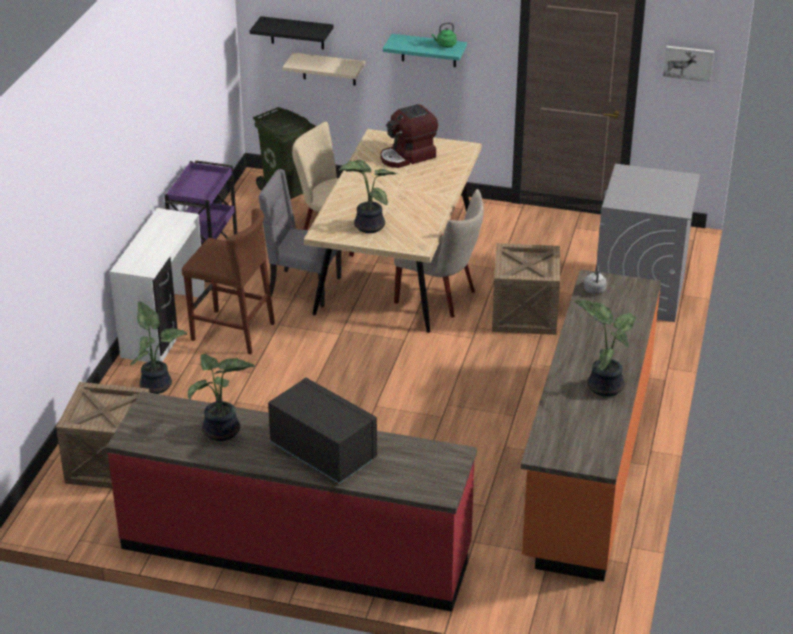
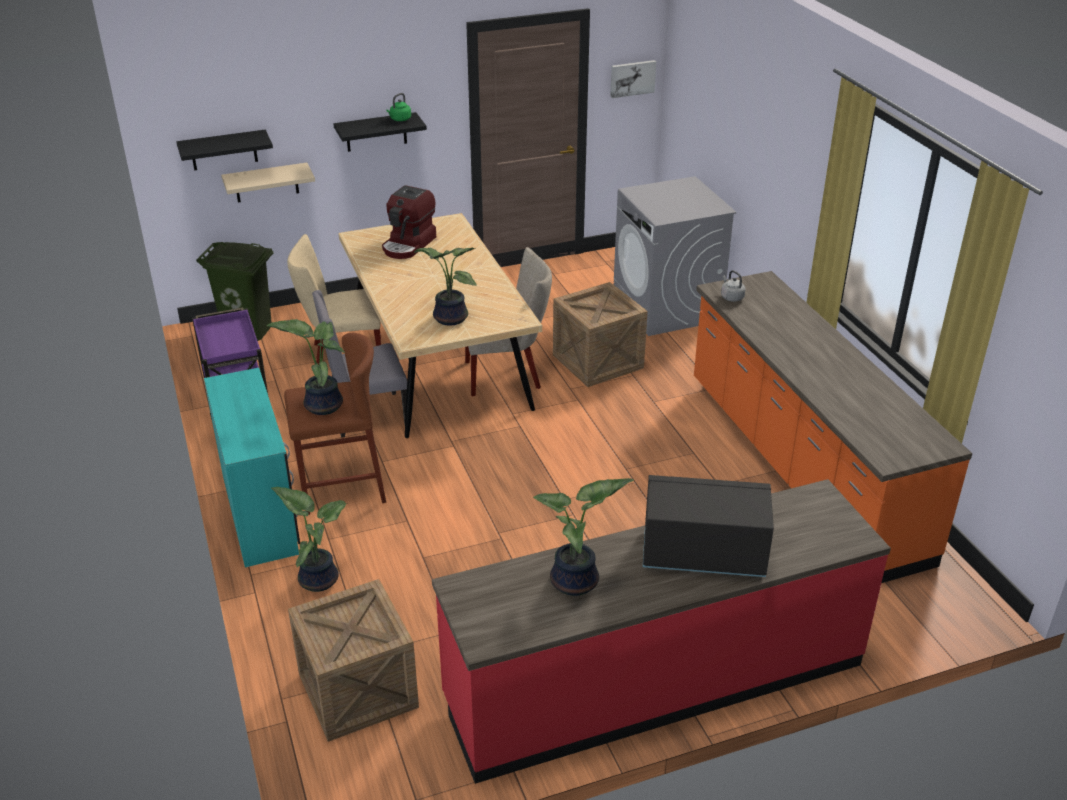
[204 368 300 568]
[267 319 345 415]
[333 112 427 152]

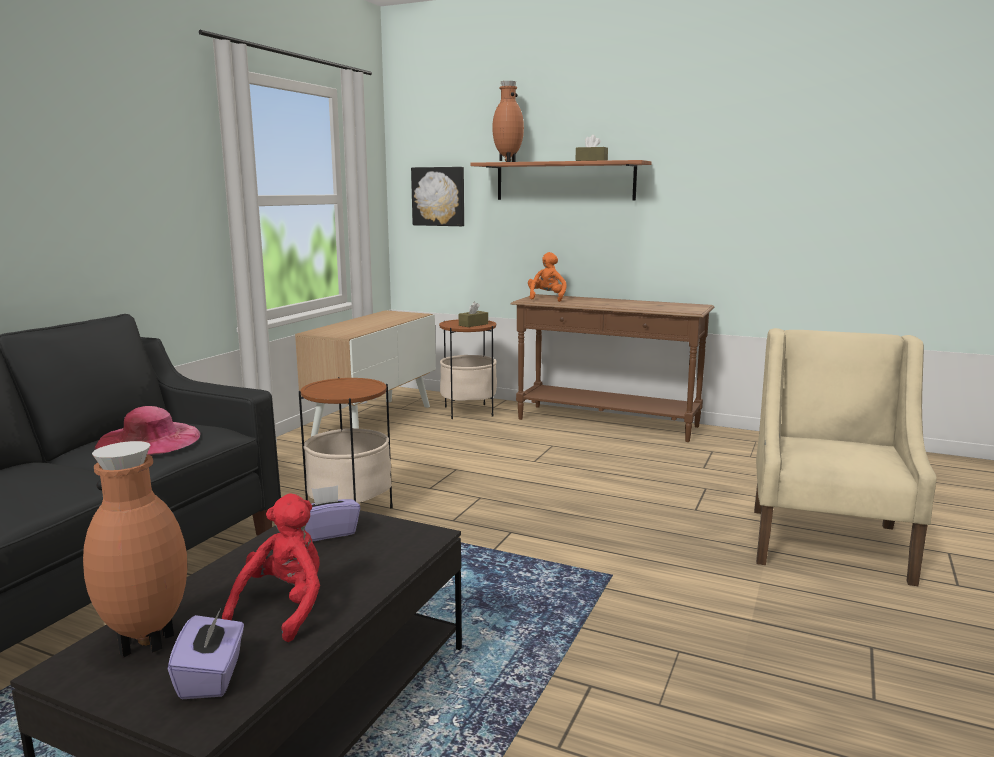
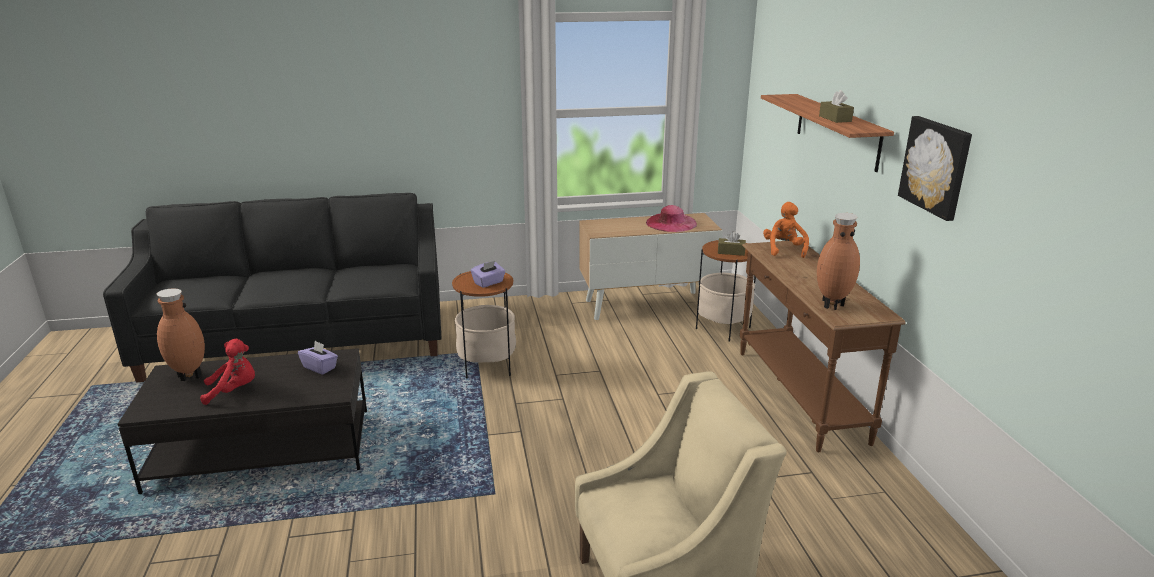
[471 261 506 288]
[646 205 697 232]
[763 202 809 258]
[817 213 860 310]
[898 116 972 221]

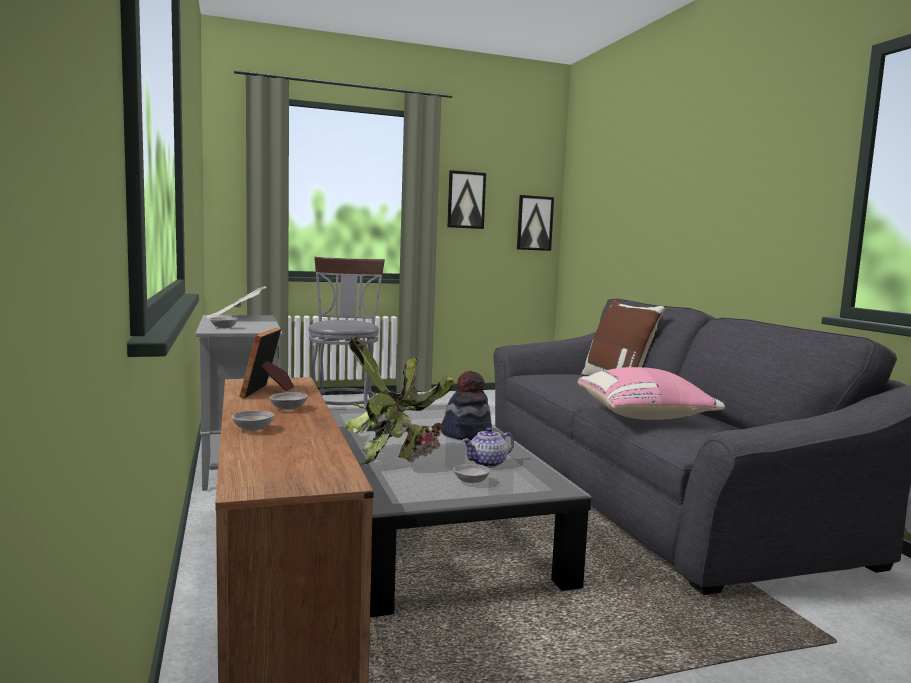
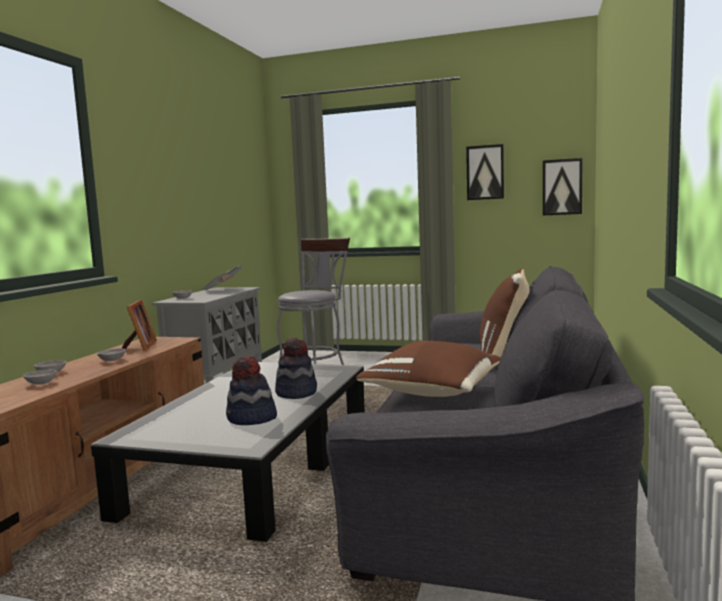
[23 369 57 385]
[122 300 157 351]
[226 357 277 425]
[356 341 501 397]
[345 337 455 465] (first image)

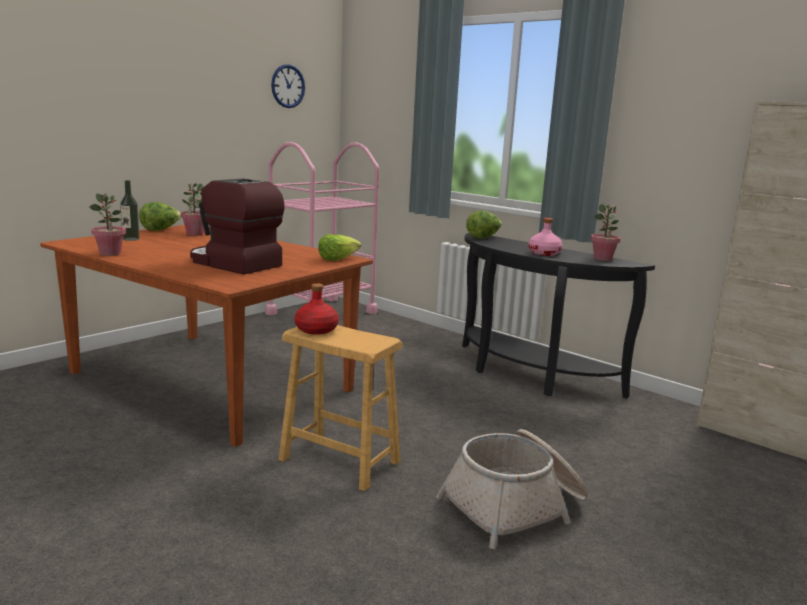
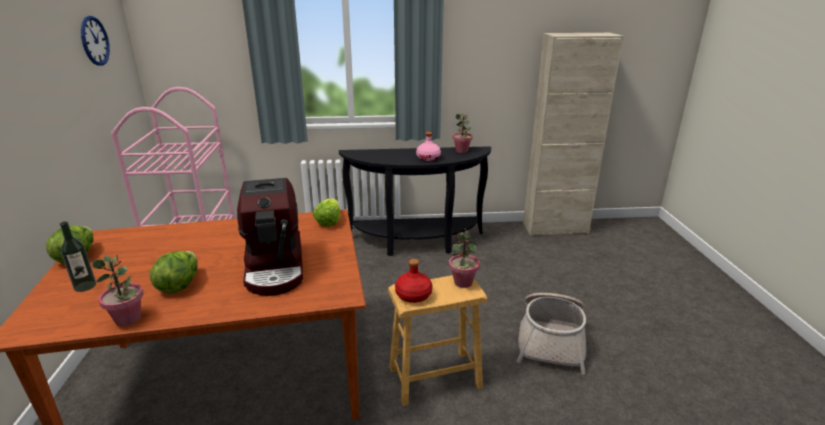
[150 251 198 294]
[237 178 303 296]
[449 229 480 288]

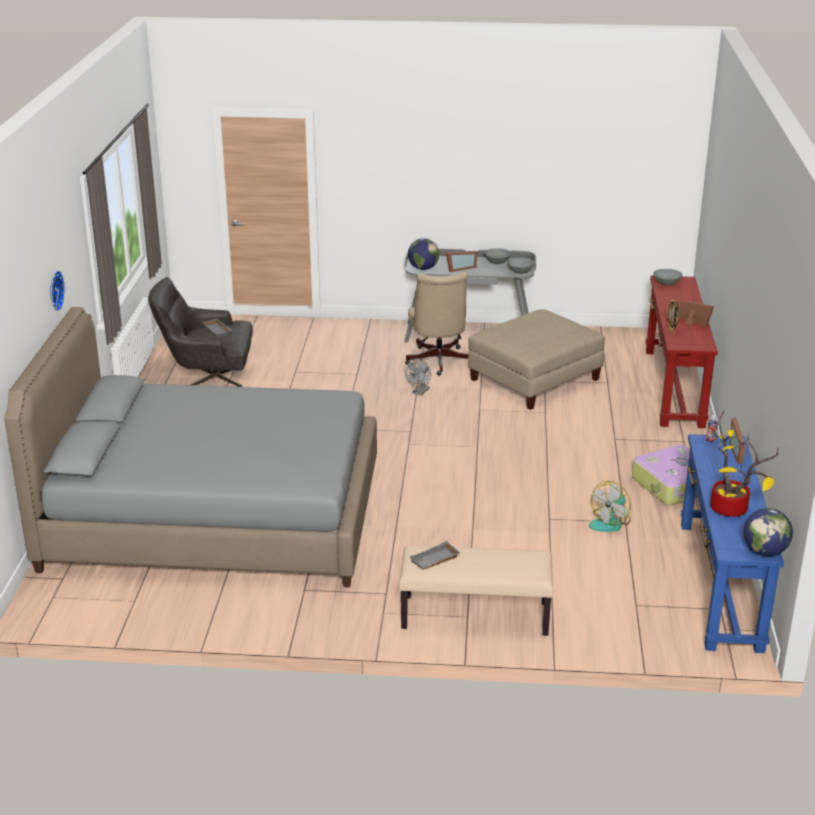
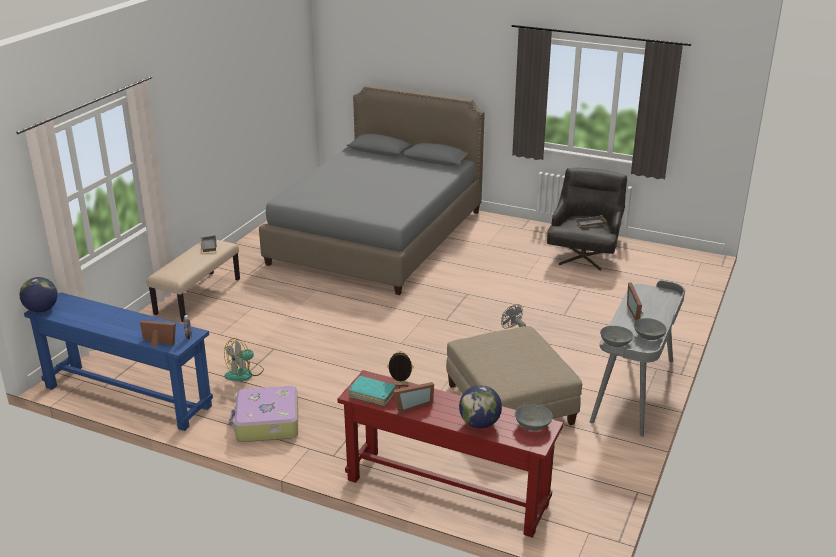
[224 338 264 381]
[349 376 396 406]
[459 385 502 428]
[50 271 65 311] (first image)
[405 272 468 376] (first image)
[710 411 779 517] (first image)

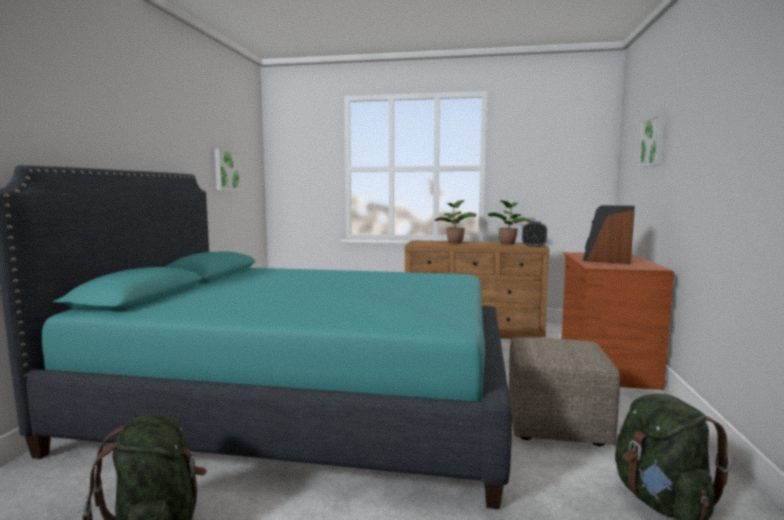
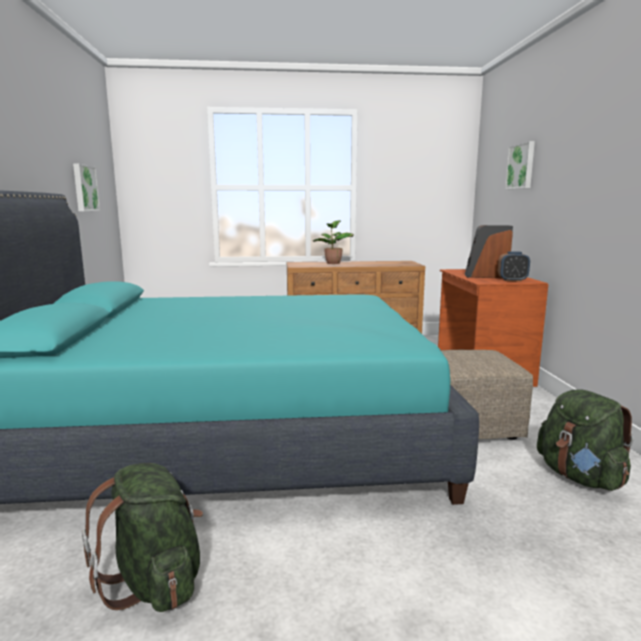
[498 252 530 281]
[487 201 531 244] (first image)

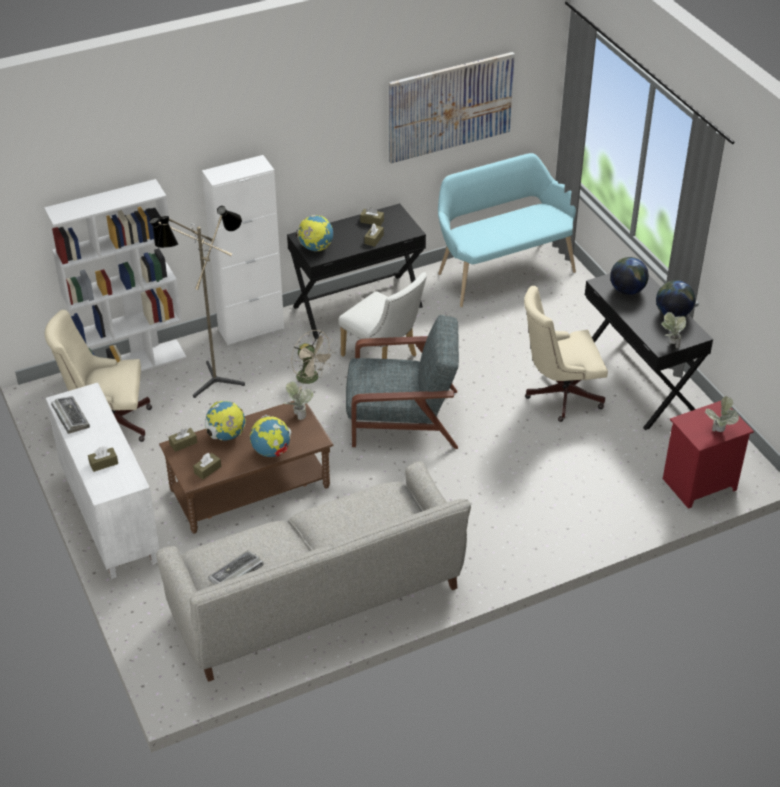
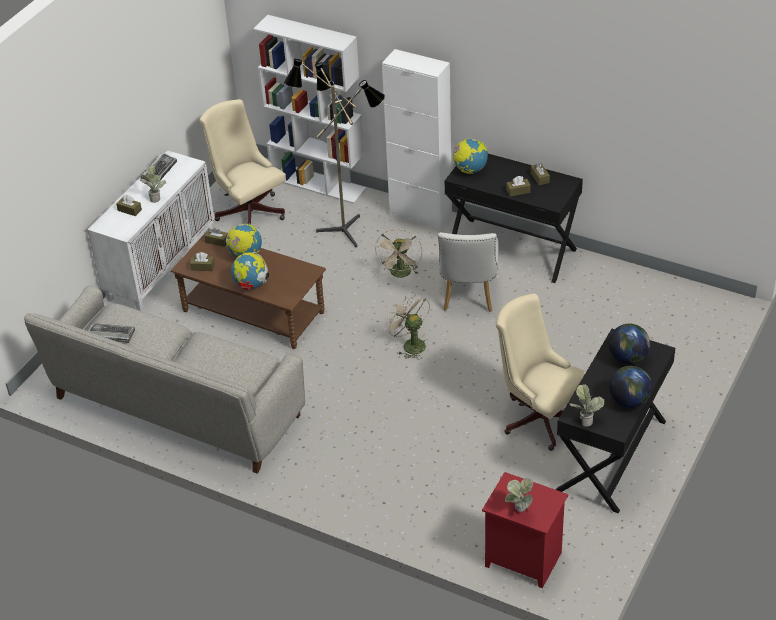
[140 166 166 203]
[385 293 430 359]
[389 52 515 164] (first image)
[438 153 576 307] (first image)

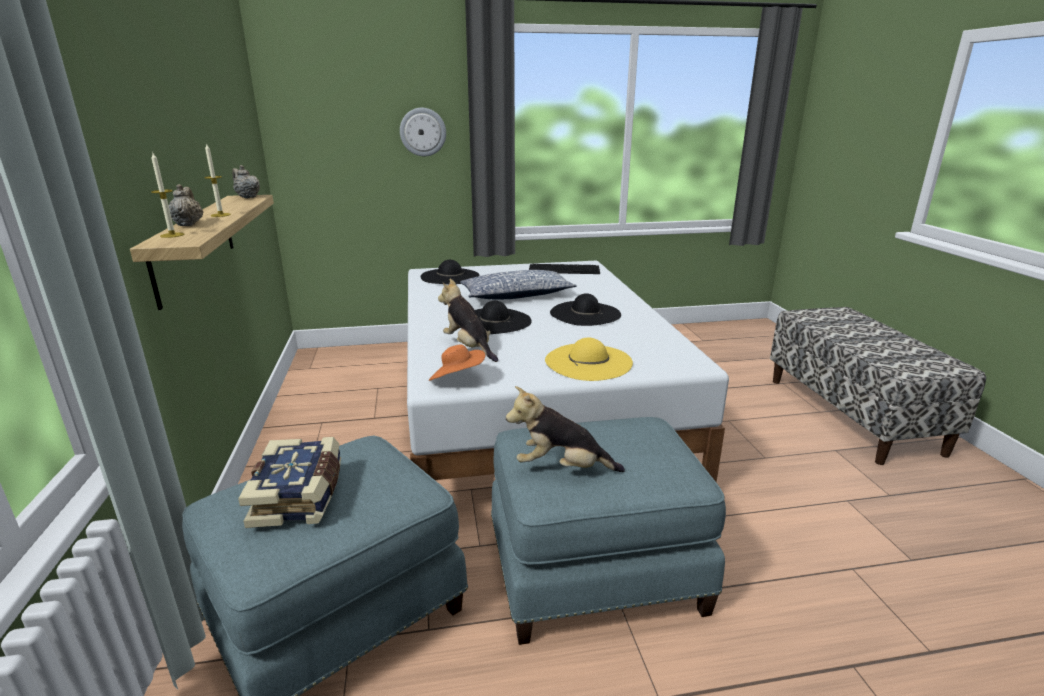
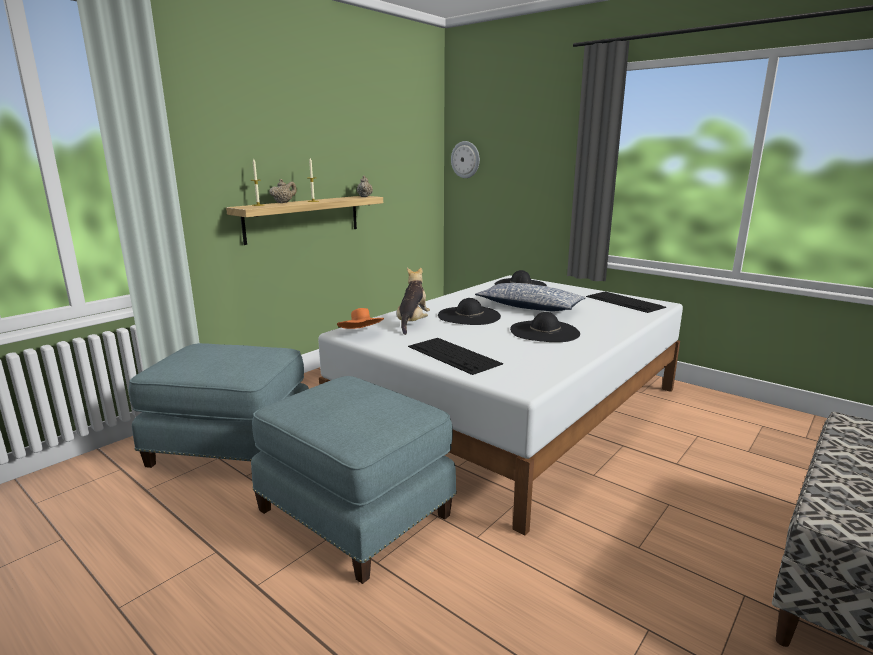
[408 338 503 375]
[451 141 480 178]
[238 437 341 528] (first image)
[506 386 625 472] (first image)

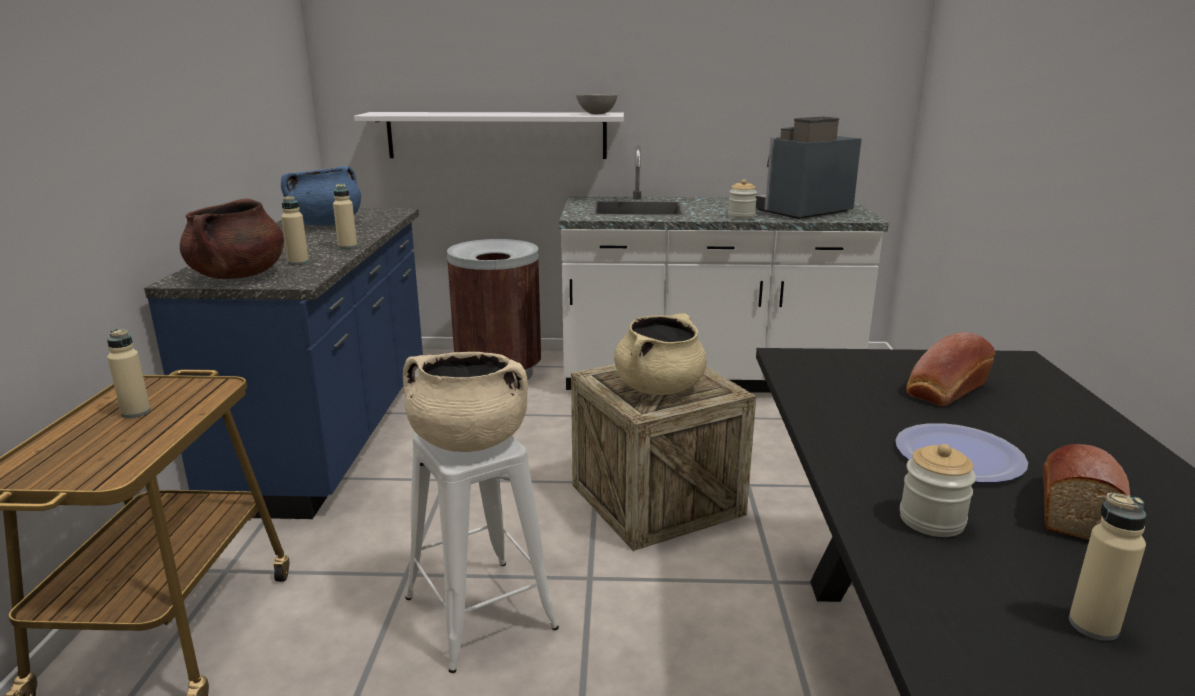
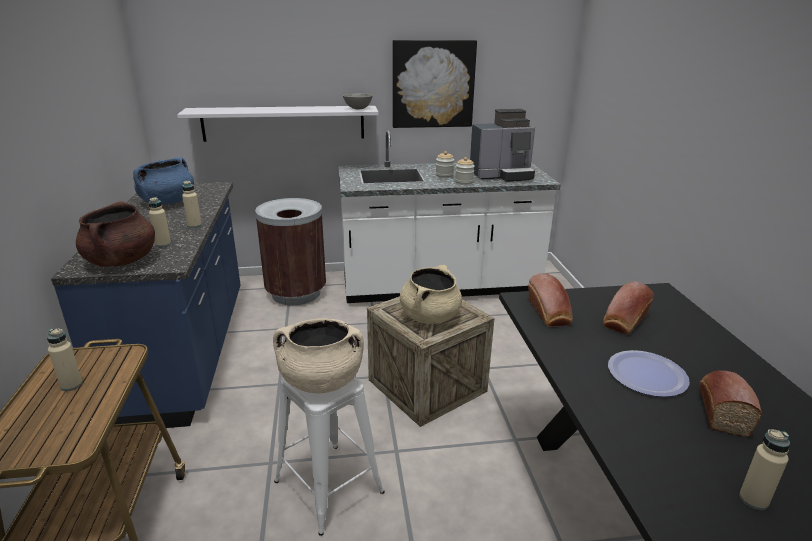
[392 40 477 128]
[436 151 454 178]
[470 109 535 182]
[528 273 573 327]

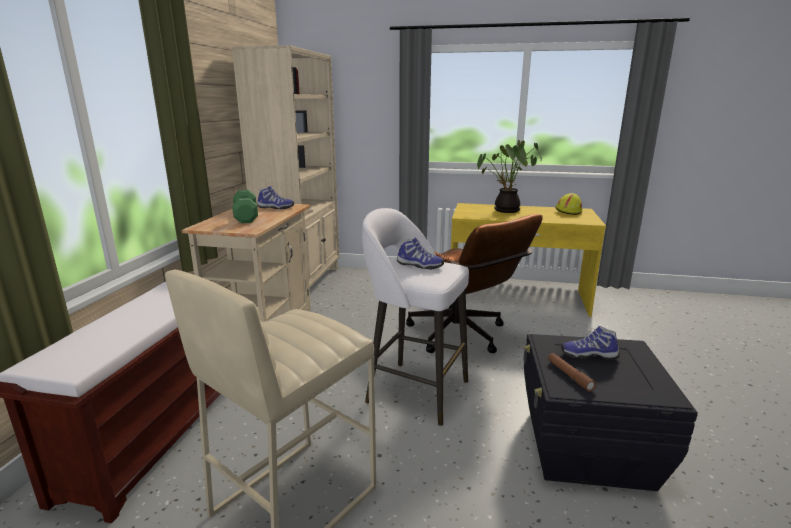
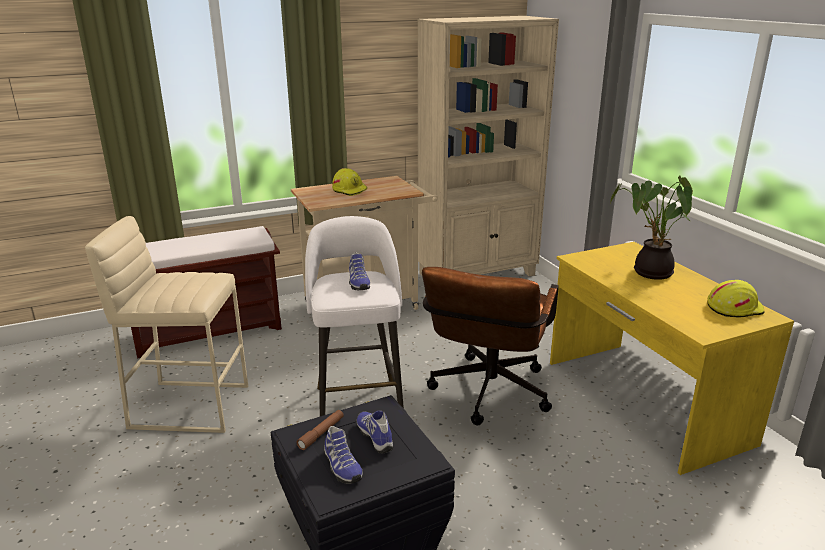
[324 426 363 484]
[332 168 367 196]

